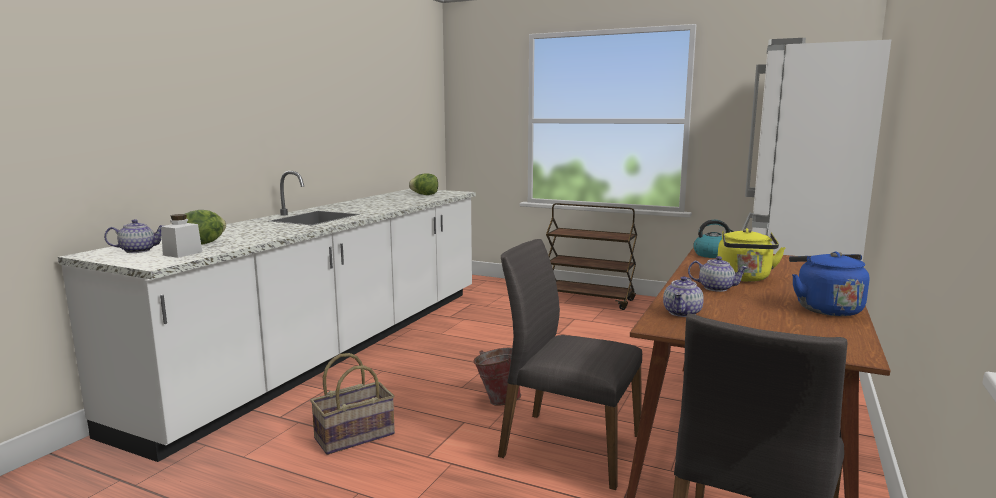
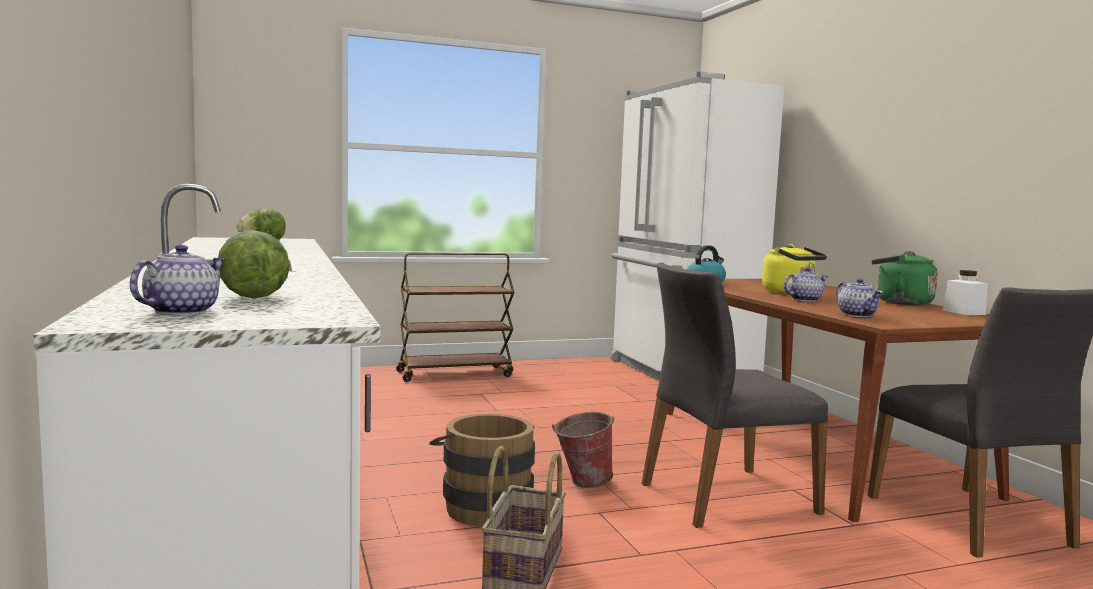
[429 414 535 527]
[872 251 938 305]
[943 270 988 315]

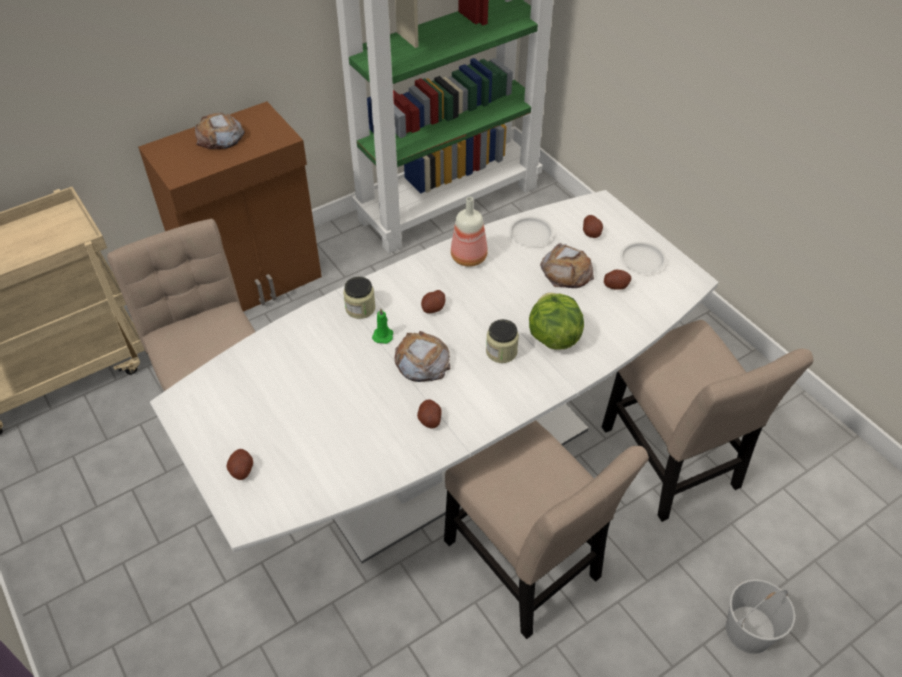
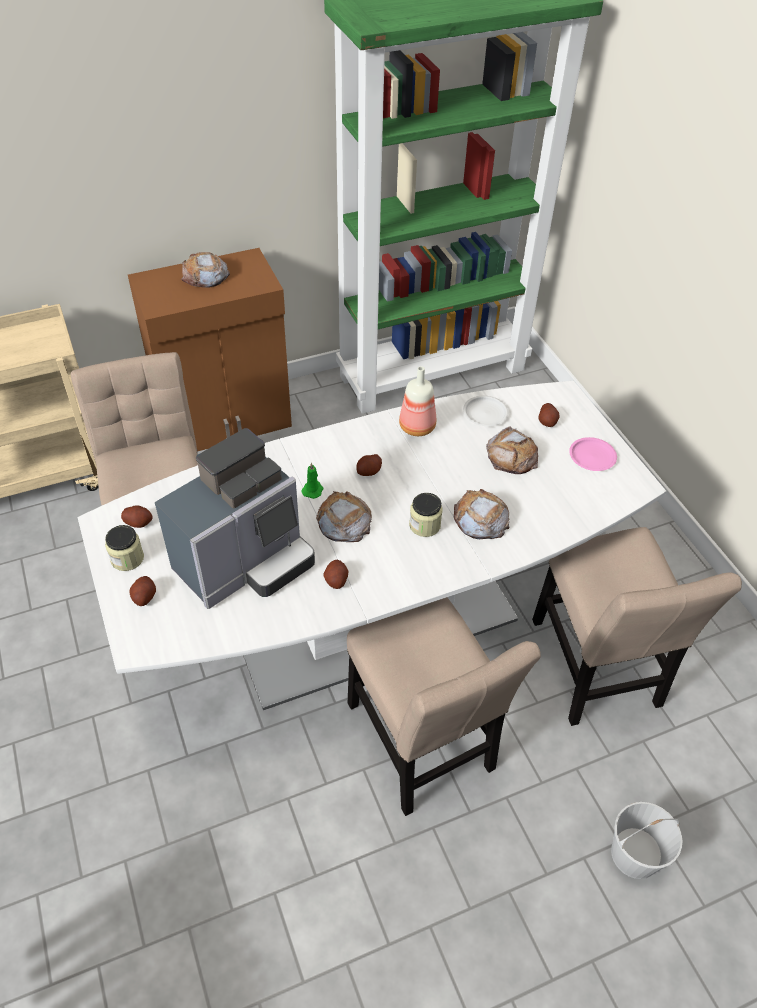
[105 525 144 571]
[121 505 152 528]
[155 428 315 609]
[454 489 510 539]
[569 437 617 471]

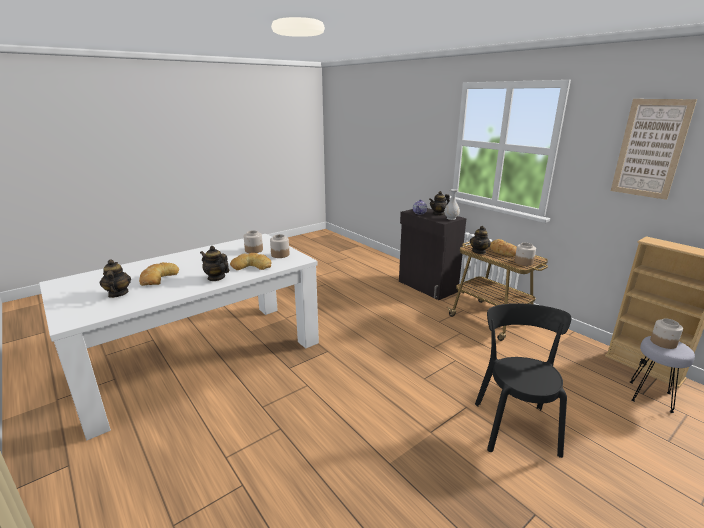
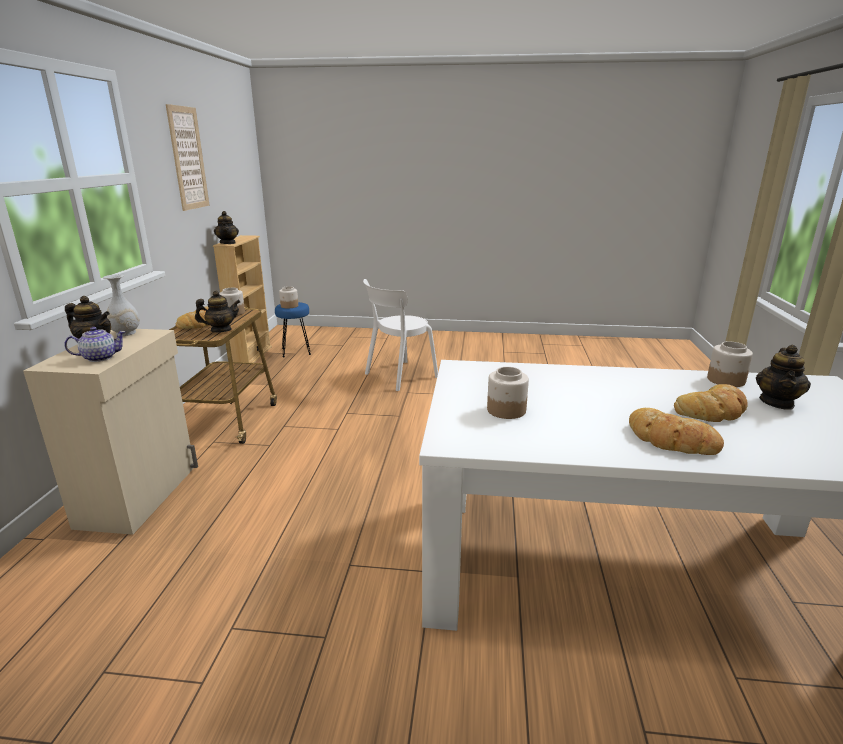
[23 329 198 535]
[214 211 239 244]
[275 302 311 357]
[363 279 438 391]
[629 408 724 455]
[707 341 753 387]

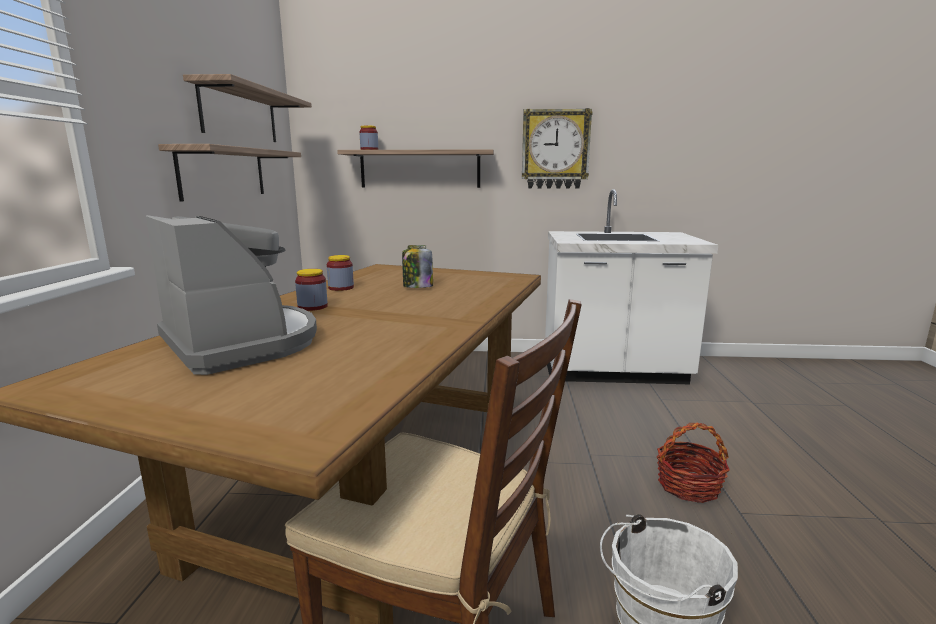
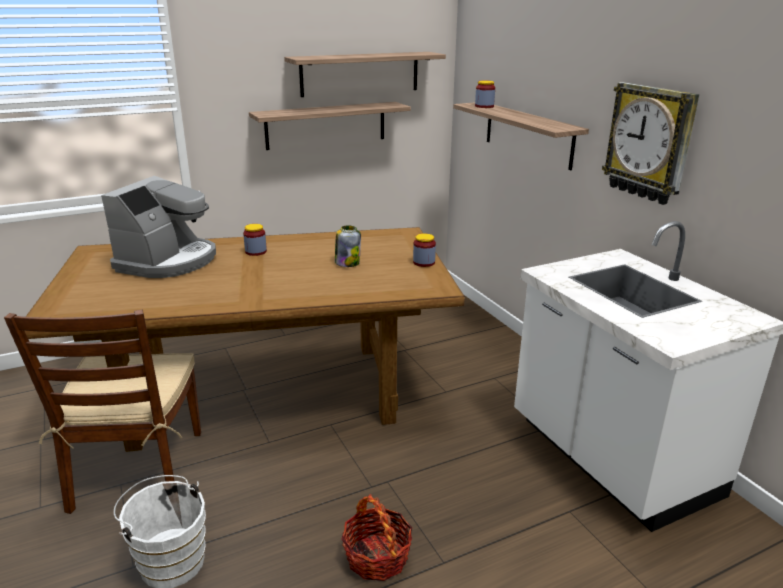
[413 234 436 267]

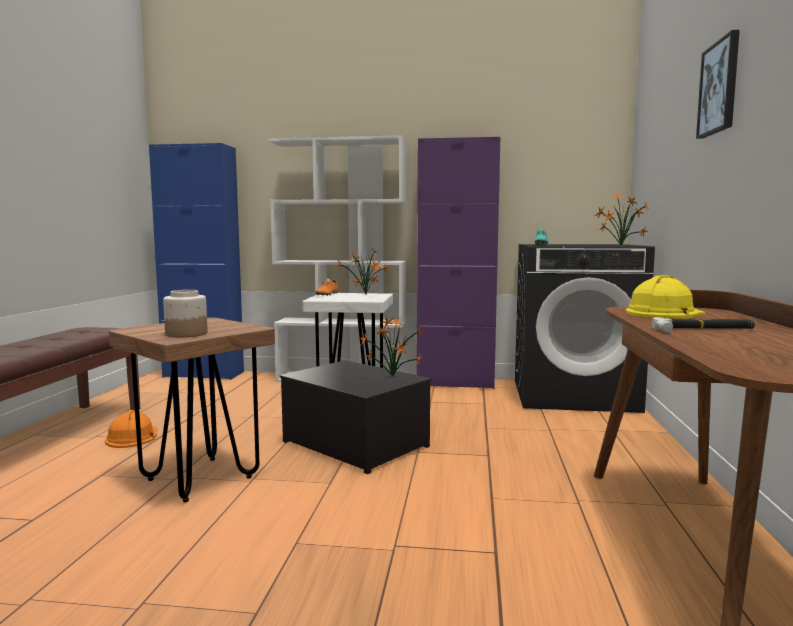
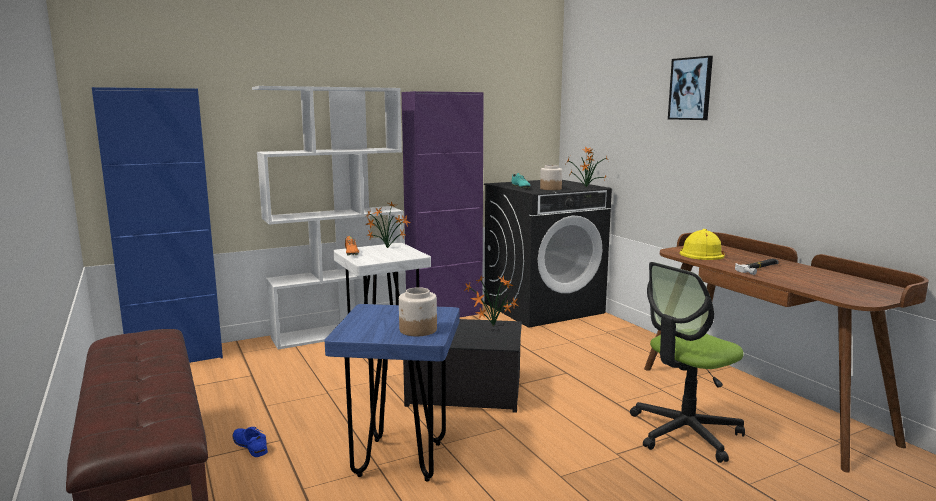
[232 427 268 457]
[325 304 460 481]
[540 165 562 190]
[630 262 745 463]

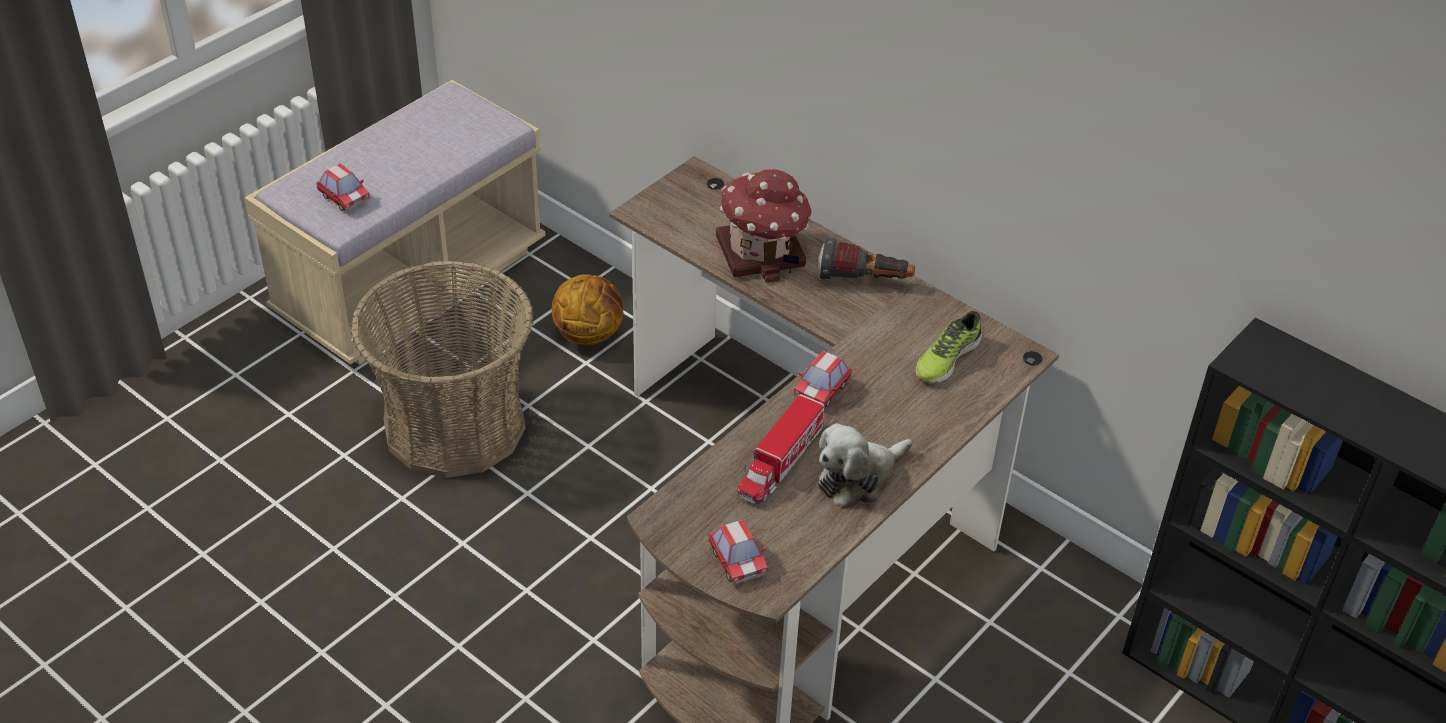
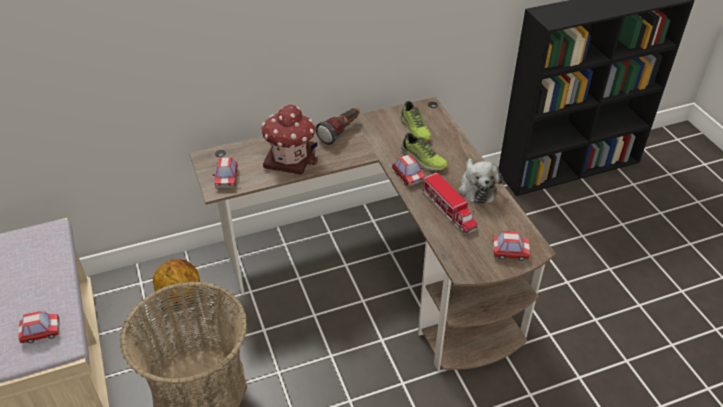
[212 158 238 187]
[401 133 448 171]

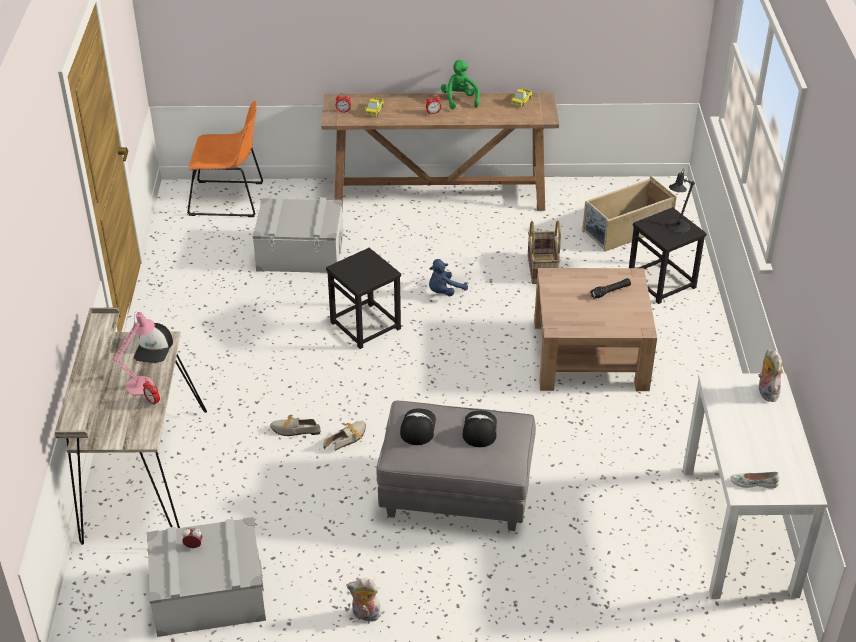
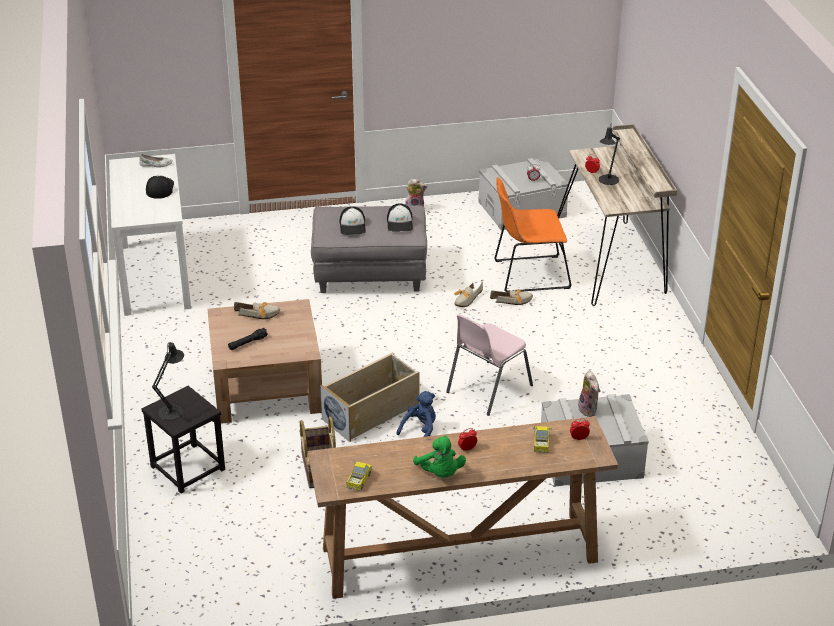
[146 175 174 199]
[234 302 280 319]
[320 352 419 442]
[446 314 533 416]
[494 177 572 292]
[578 370 601 417]
[599 123 620 185]

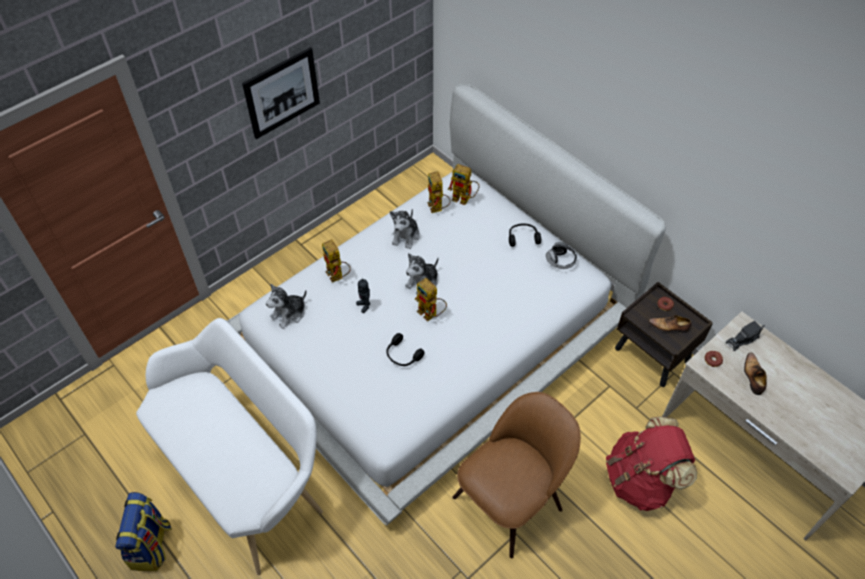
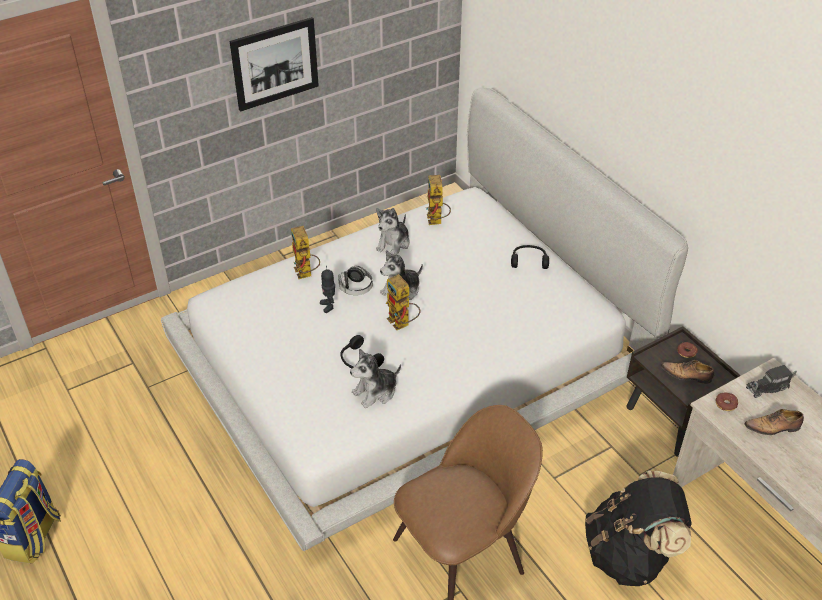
[338 265 373 295]
[350 348 401 408]
[585 471 692 586]
[744 409 804 435]
[136 318 323 575] (first image)
[448 164 479 205] (first image)

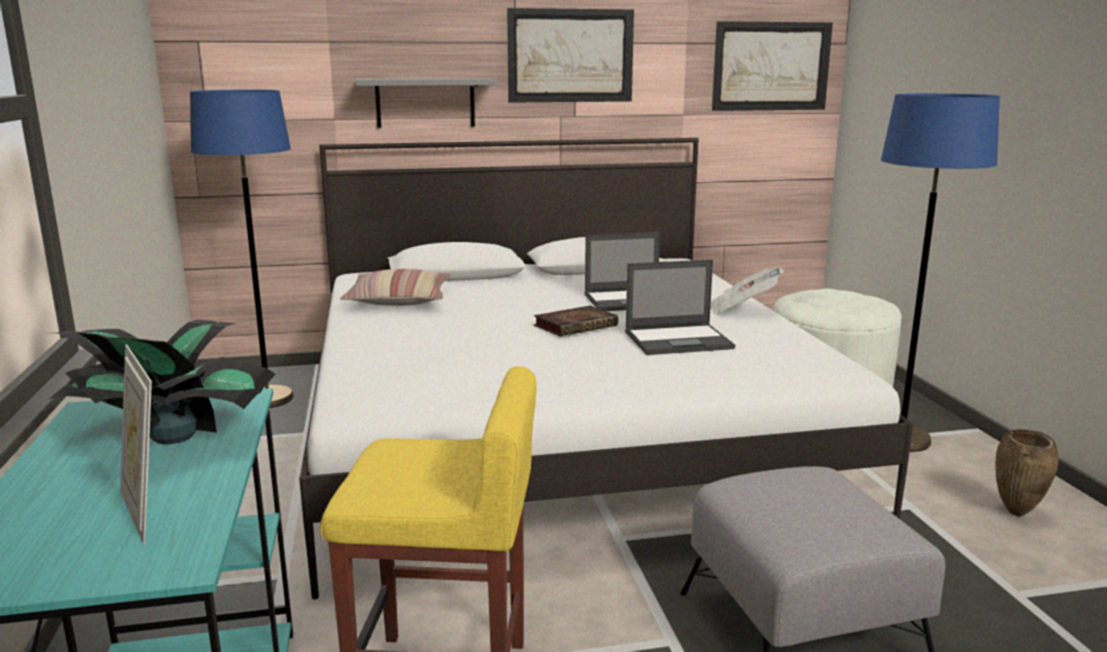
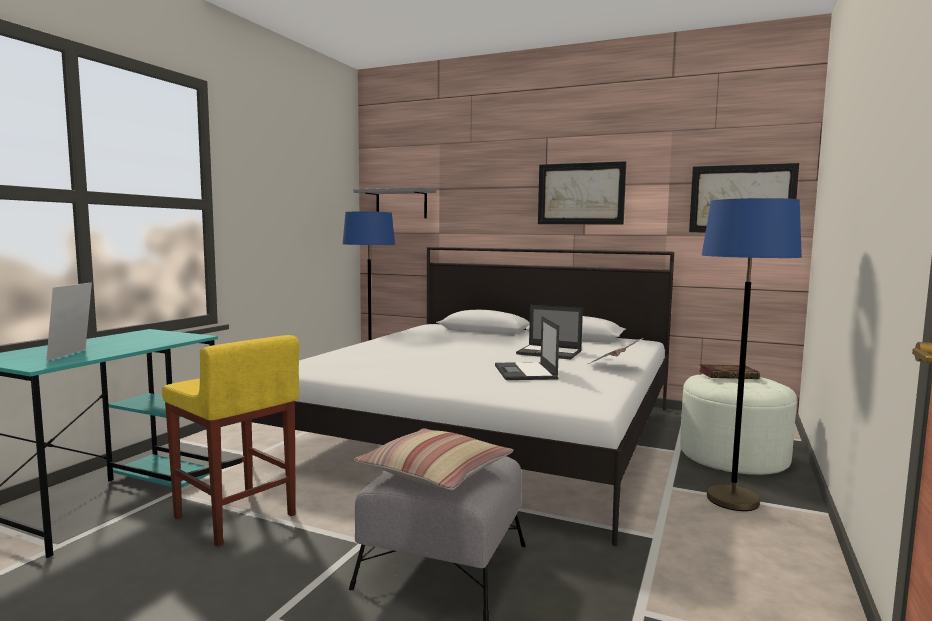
[353 187 436 218]
[353 428 514 490]
[495 316 559 380]
[699 364 760 379]
[48 319 276 444] (first image)
[995 429 1059 517] (first image)

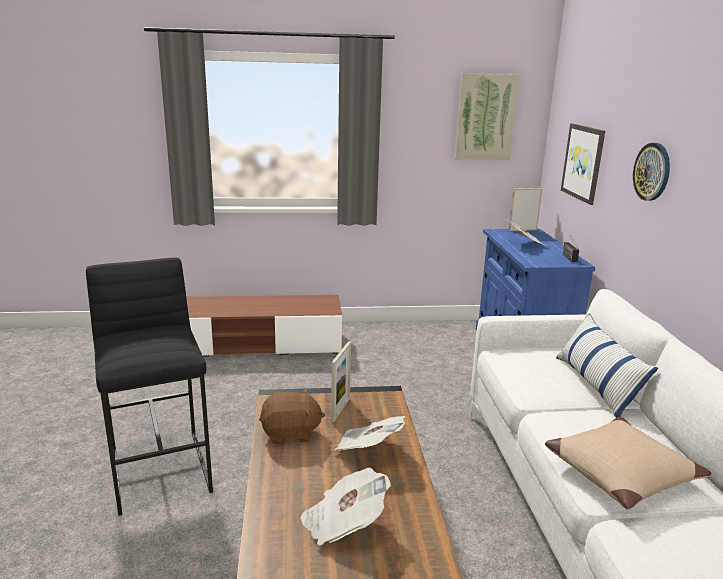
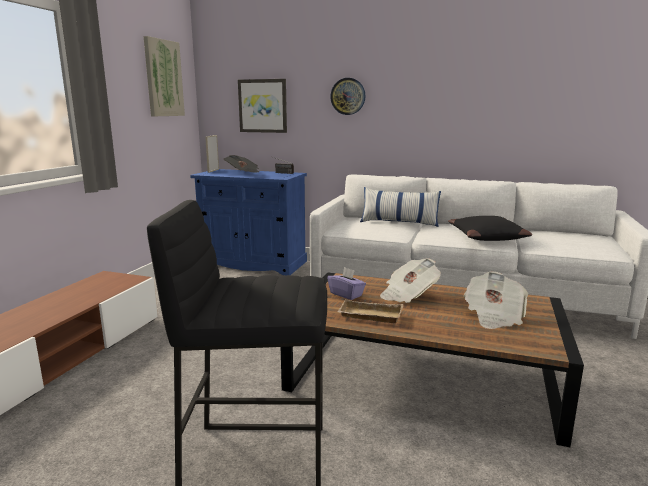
[327 267 366 300]
[338 299 403 323]
[448 216 532 241]

